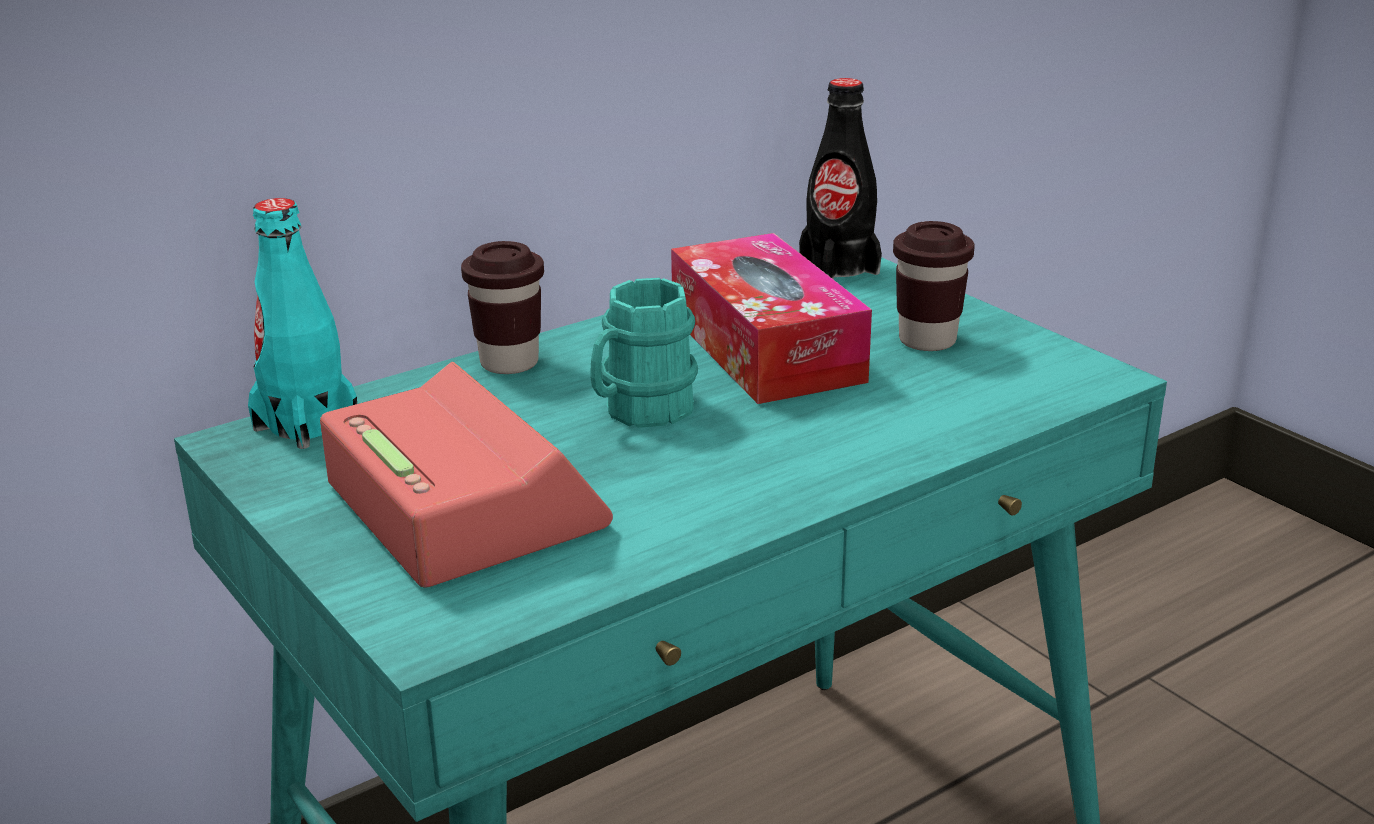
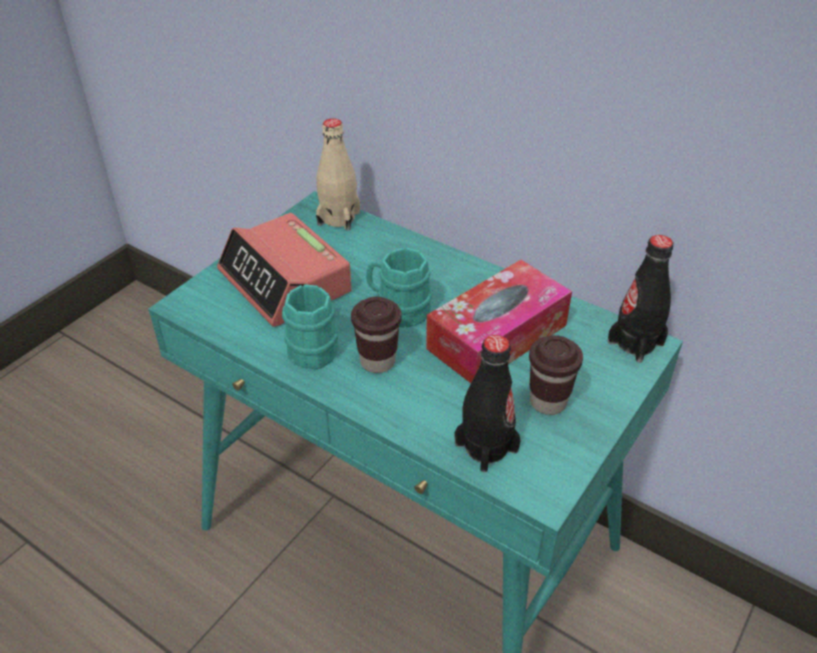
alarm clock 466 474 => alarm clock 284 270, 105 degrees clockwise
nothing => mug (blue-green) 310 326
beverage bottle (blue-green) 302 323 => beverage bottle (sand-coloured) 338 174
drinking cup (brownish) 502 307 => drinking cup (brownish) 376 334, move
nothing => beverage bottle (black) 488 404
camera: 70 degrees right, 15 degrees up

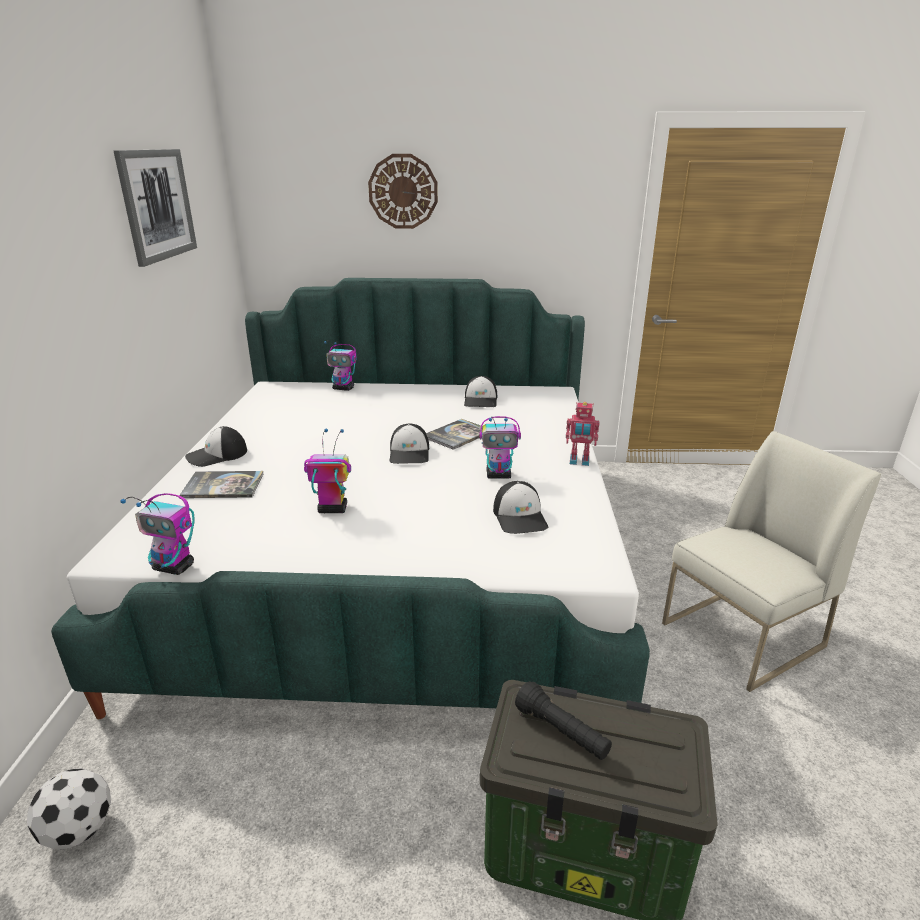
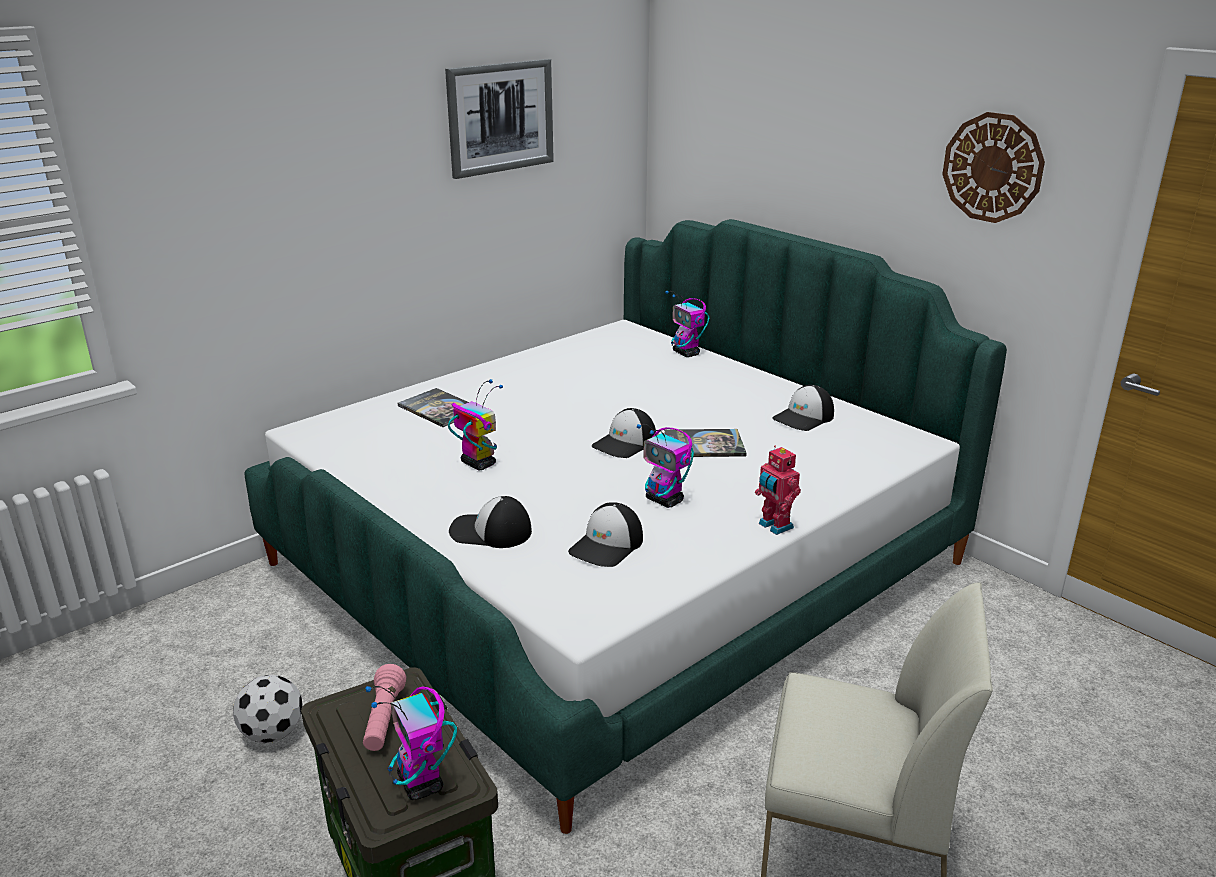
football ball 69 809 => football ball 267 709, move
torch (black) 563 720 => torch (pinkish) 384 707
robot figure 157 534 => robot figure 411 743, move
cap 216 446 => cap 490 522, move
wall clock 403 191 => wall clock 993 167, move
camera: 45 degrees right, 0 degrees up

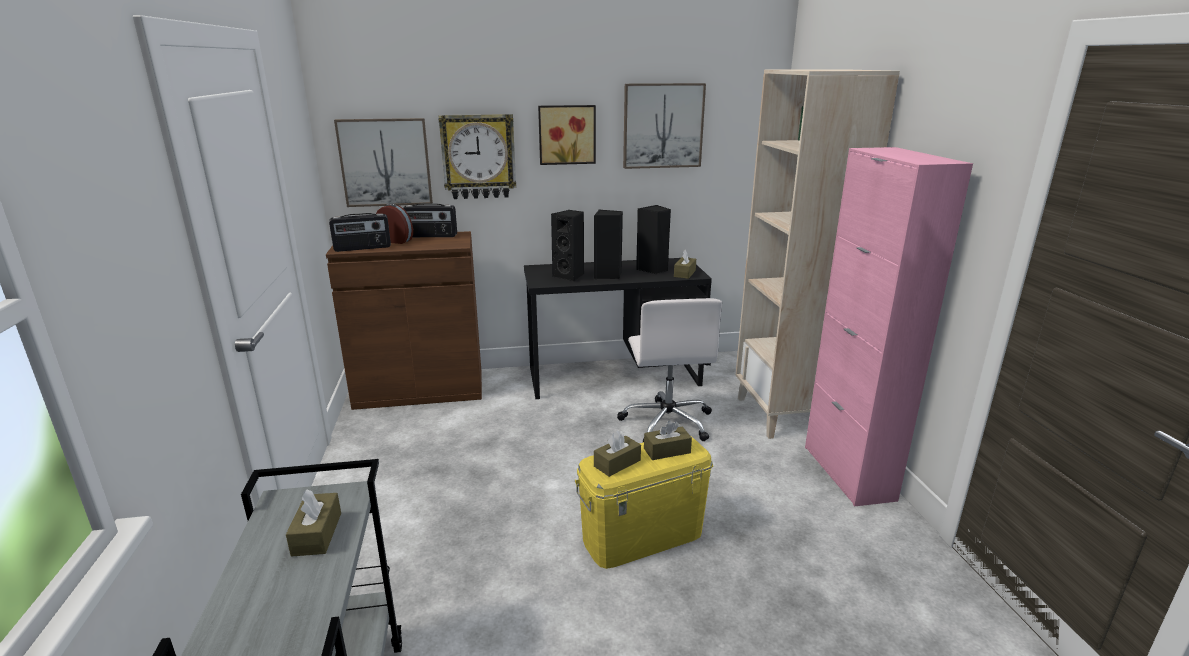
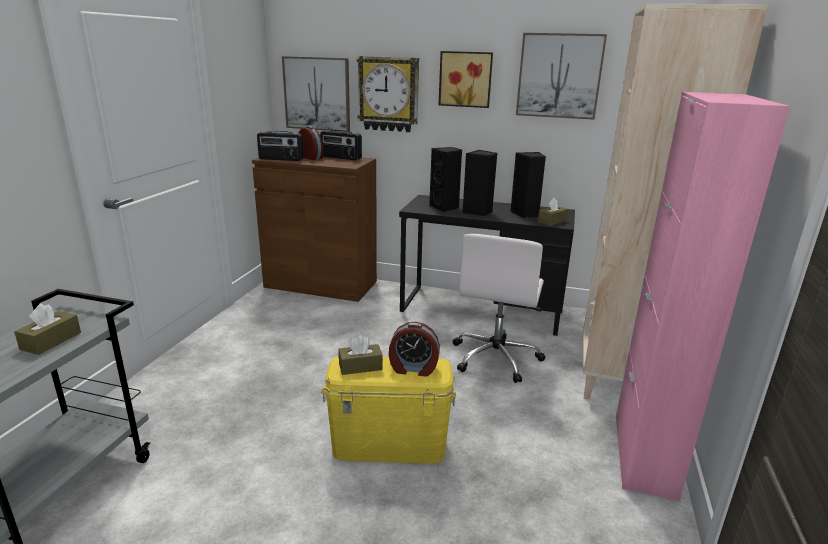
tissue box (brownish) 668 440 => alarm clock 414 349
camera: 25 degrees right, 0 degrees up

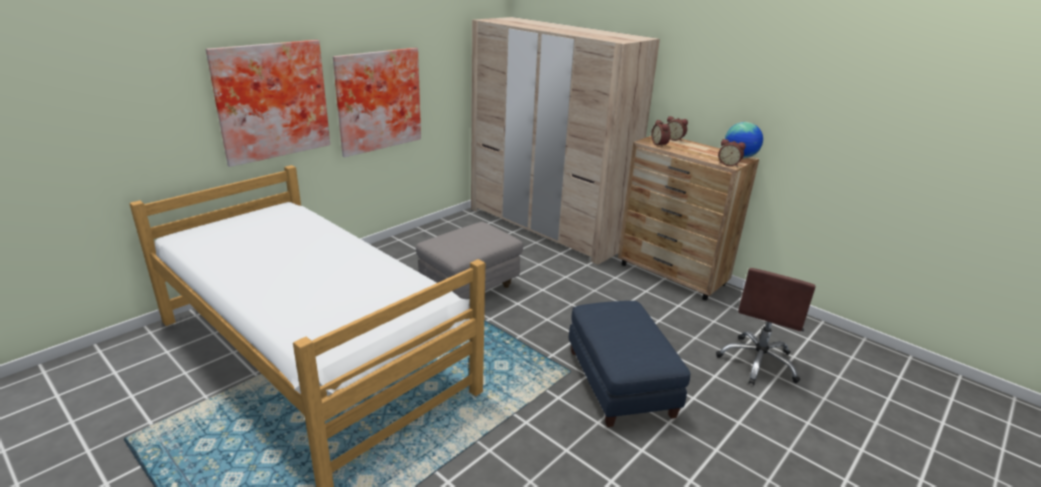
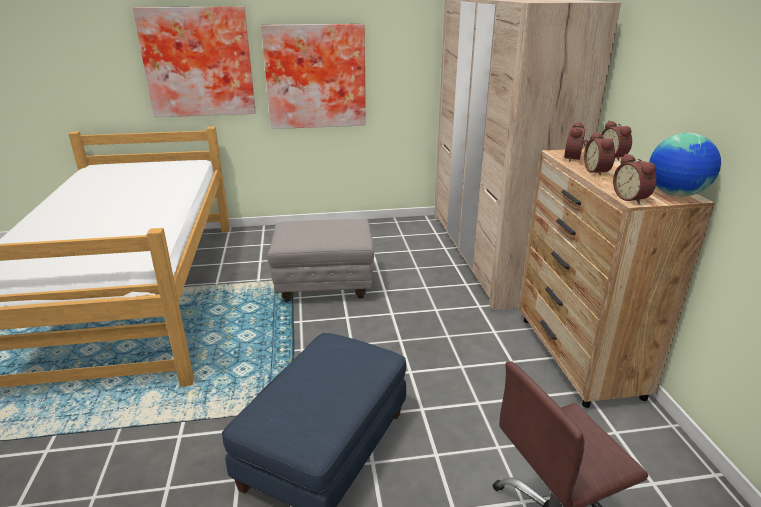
nothing => alarm clock 599 154
camera: 40 degrees right, 0 degrees up

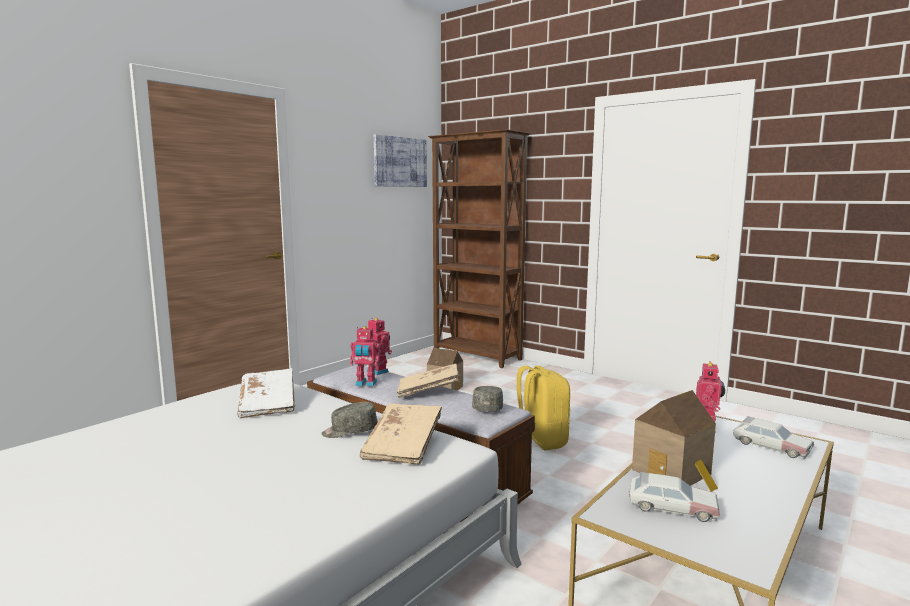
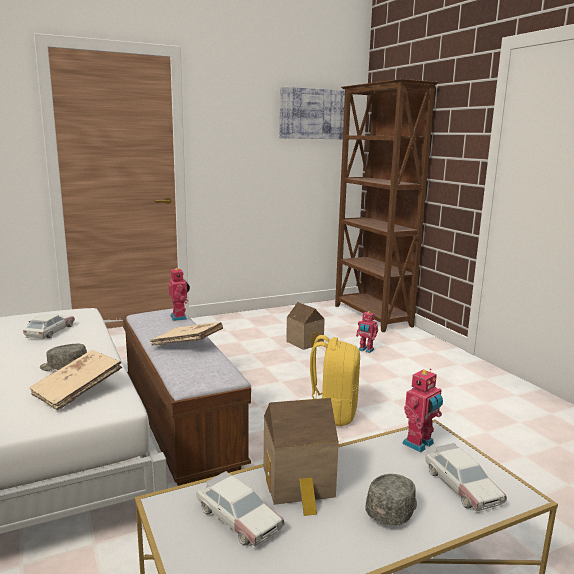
book (white) 266 393 => miniature car 49 326
robot figure 365 356 => robot figure 367 332, move
cap (greyish) 487 399 => cap (greyish) 391 500, move
camera: 25 degrees right, 5 degrees up

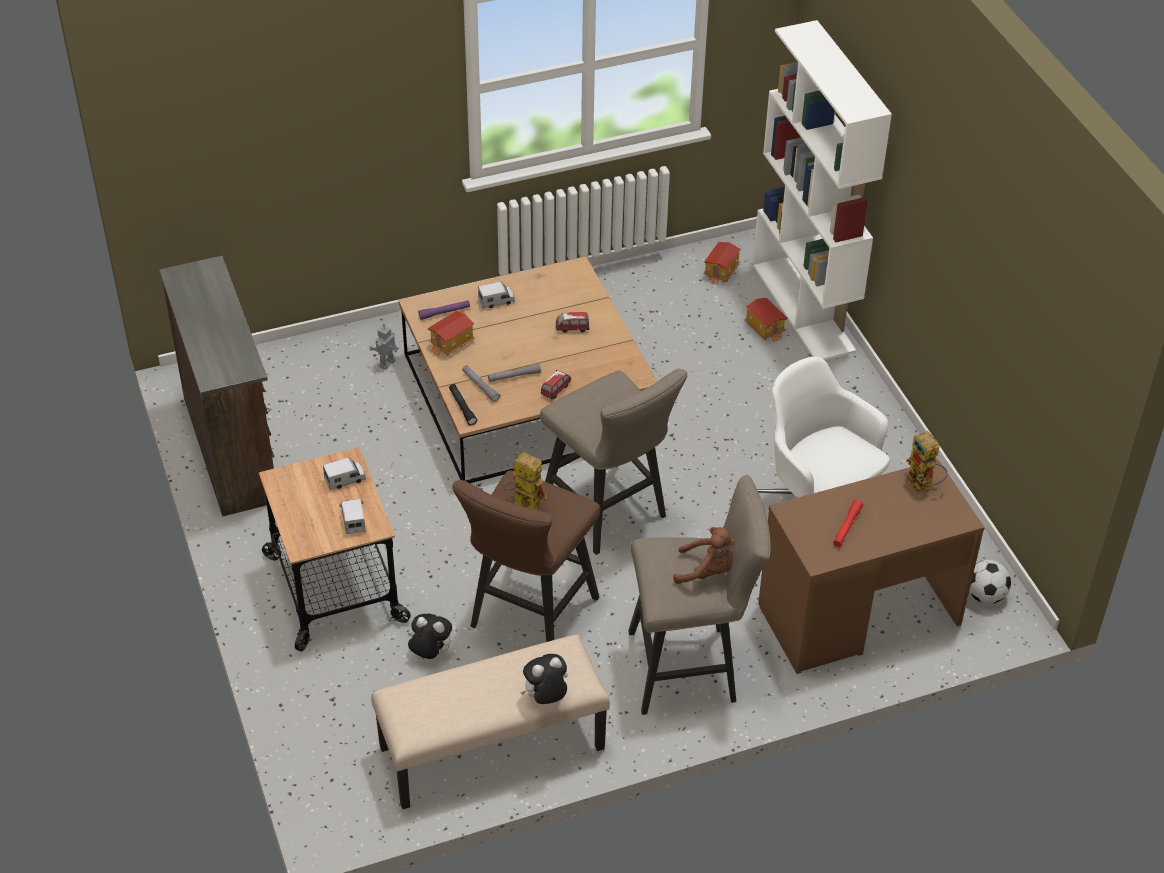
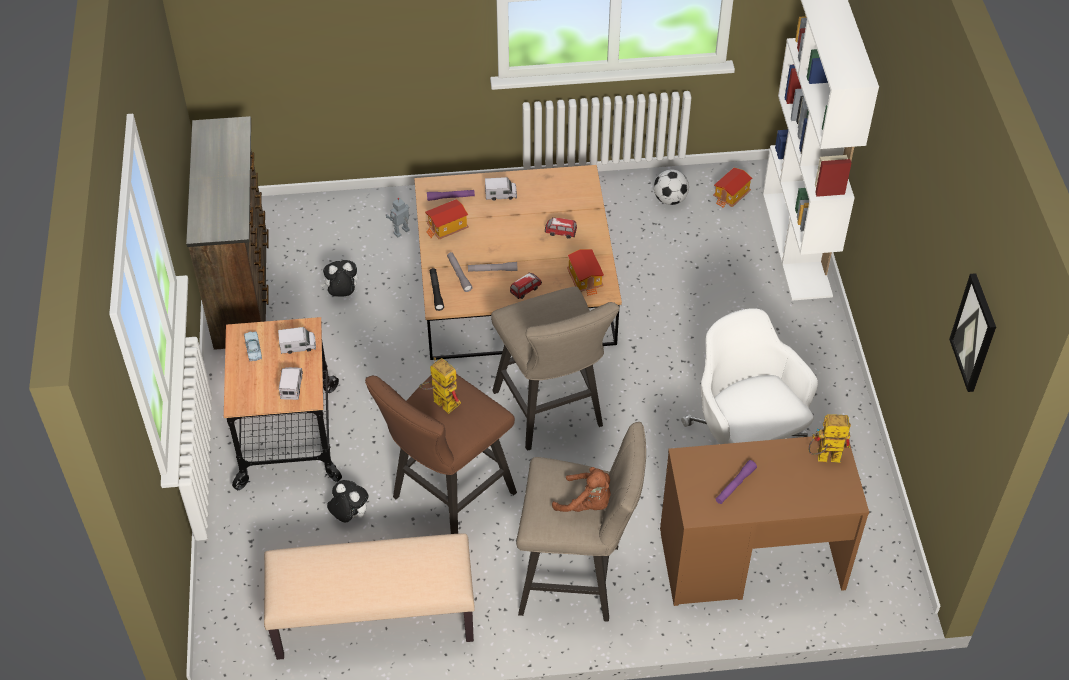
nothing => miniature car (blue-coloured) 253 347
plush toy 544 679 => plush toy 340 278, move
toy house 765 320 => toy house 585 272, move
football ball 990 582 => football ball 671 187, move
torch (red) 848 523 => torch (purplish) 736 482
robot figure 926 462 => robot figure 830 438, 105 degrees clockwise
nothing => wall picture 972 332
camera: 15 degrees right, 5 degrees up

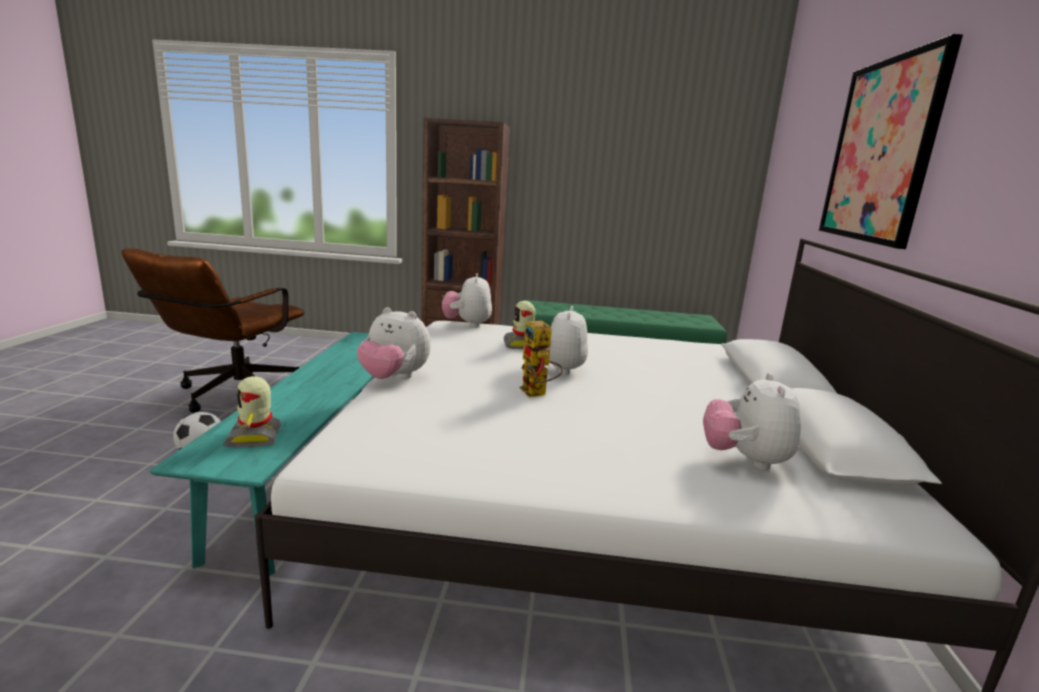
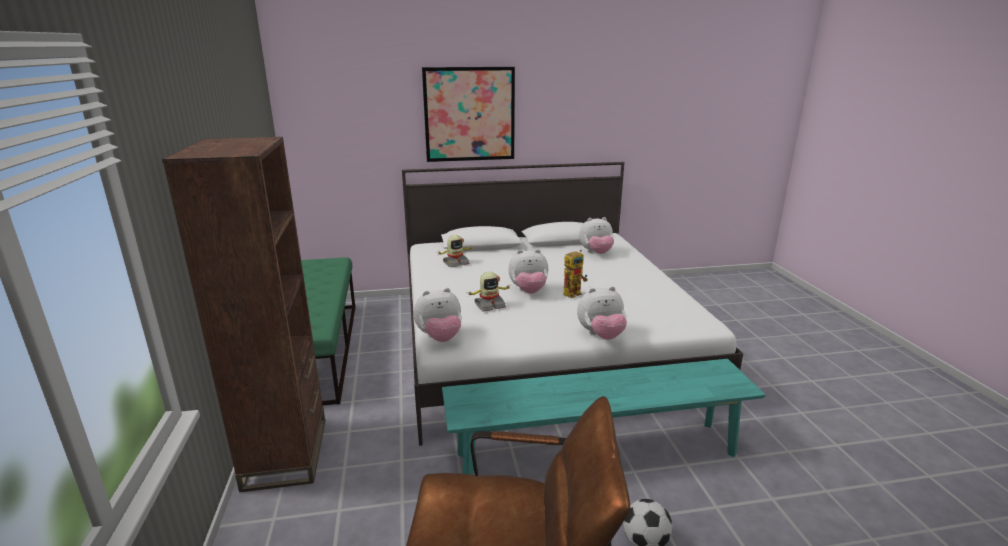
robot figure 252 412 => robot figure 455 251, move
plush toy 394 343 => plush toy 602 313, 75 degrees clockwise
camera: 105 degrees left, 5 degrees up

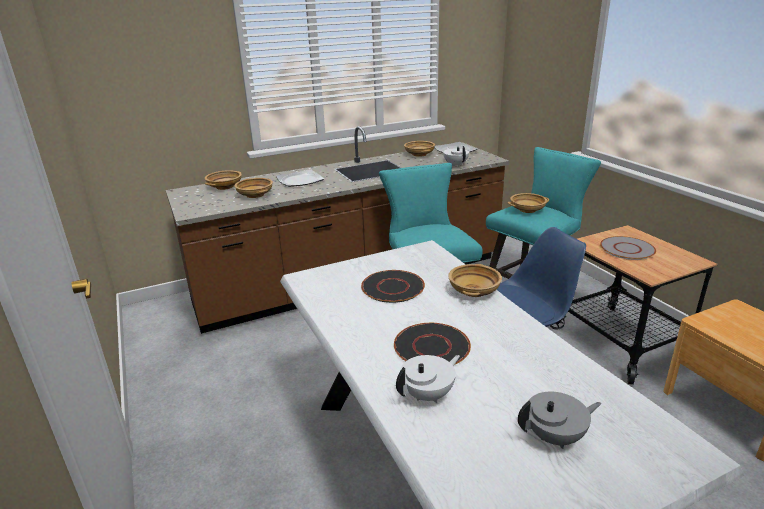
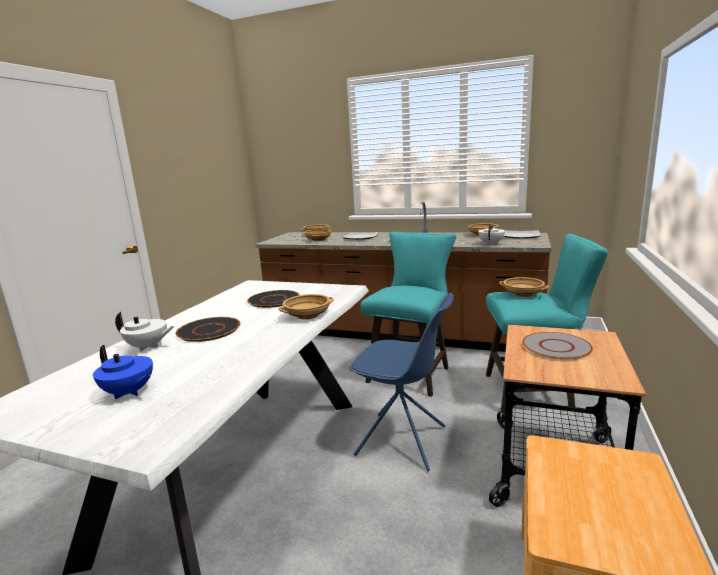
teapot (greyish) 559 420 => teapot (blue-coloured) 123 372
camera: 45 degrees right, 10 degrees down

